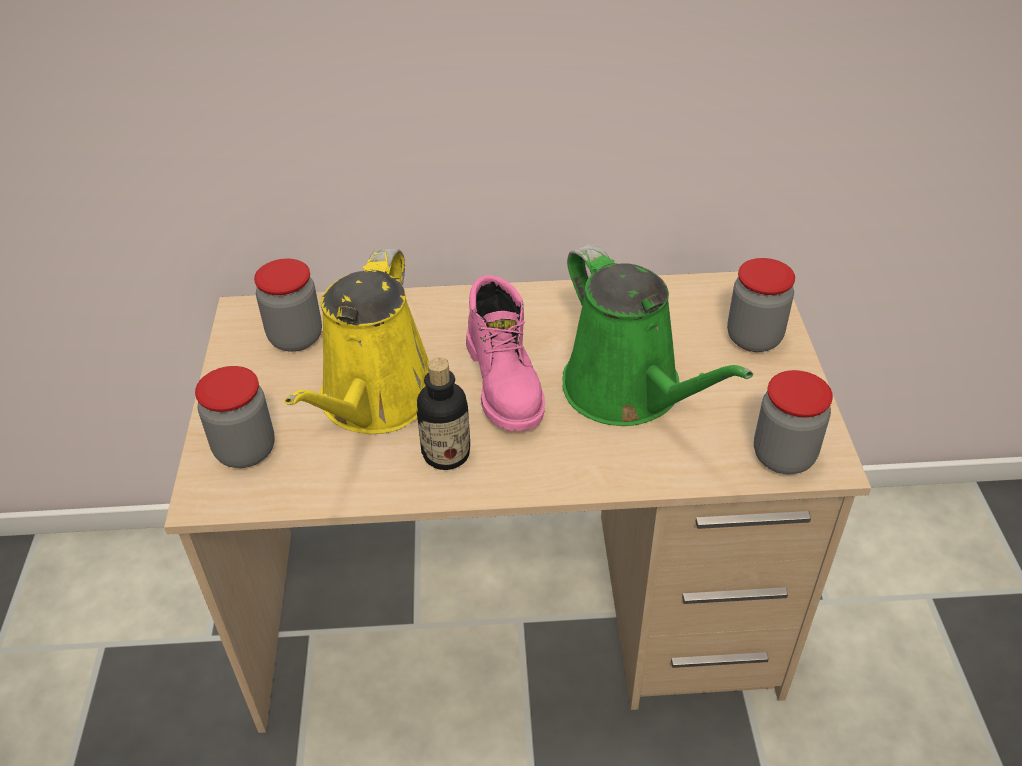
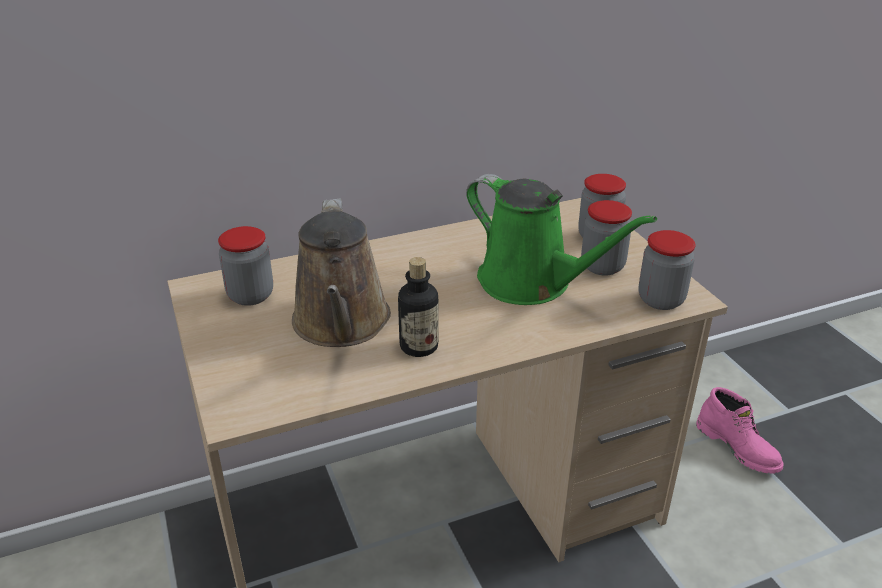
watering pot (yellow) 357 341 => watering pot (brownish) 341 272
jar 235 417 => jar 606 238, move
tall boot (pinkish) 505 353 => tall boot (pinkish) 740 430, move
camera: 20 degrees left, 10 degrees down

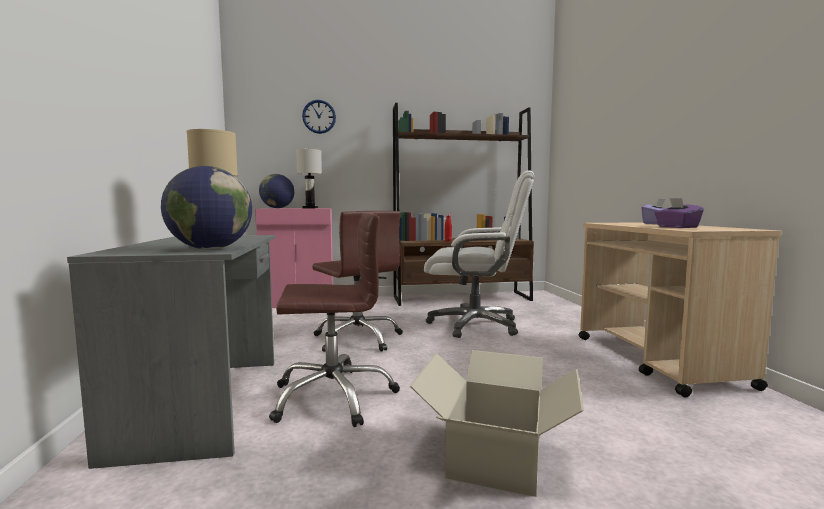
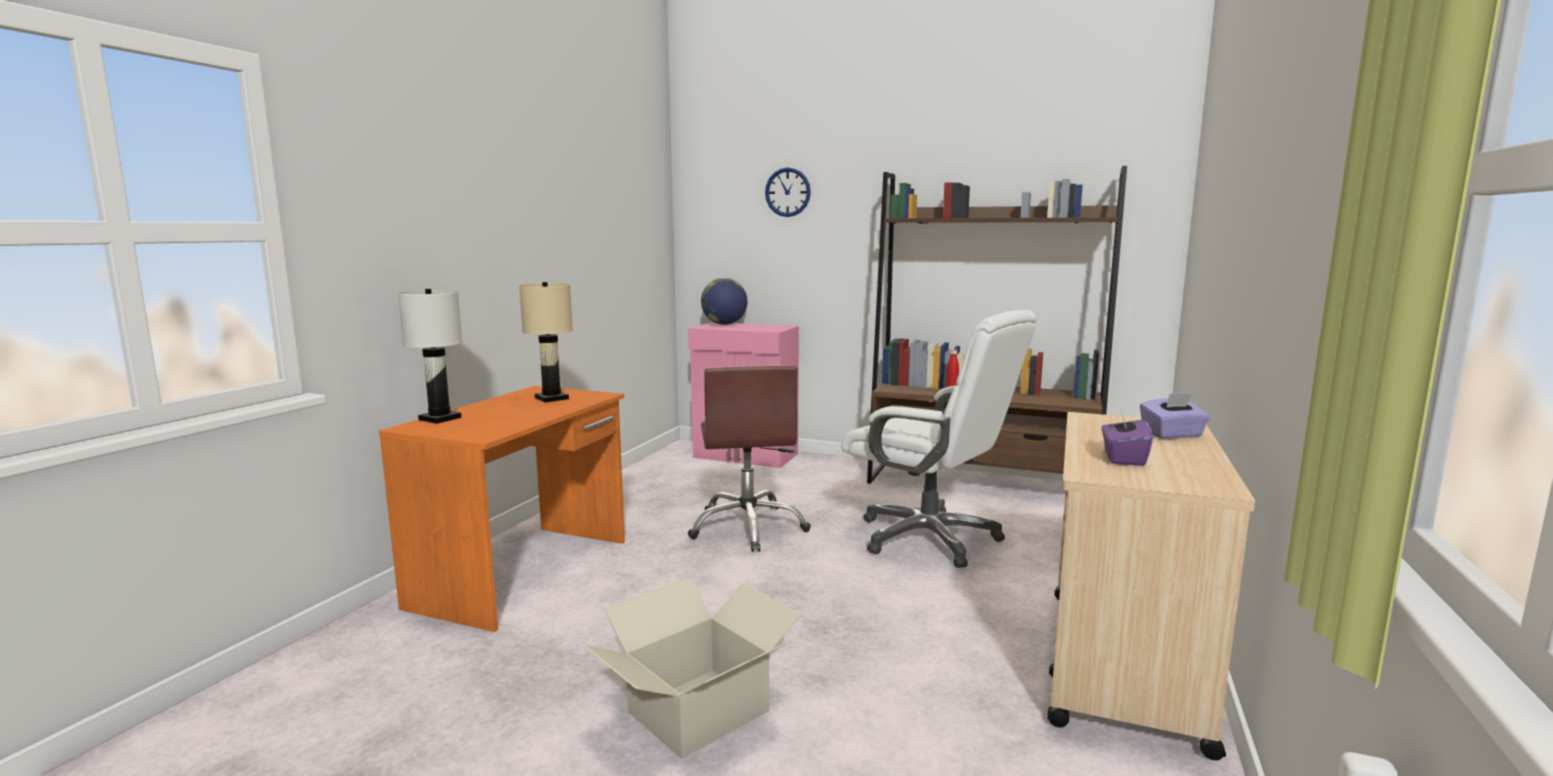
desk (greyish) 171 352 => desk (orange) 502 509
table lamp (white) 309 178 => table lamp (white) 430 356, move
world globe 206 207 => nothing
office chair (brownish) 334 320 => nothing
camera: 30 degrees right, 5 degrees up

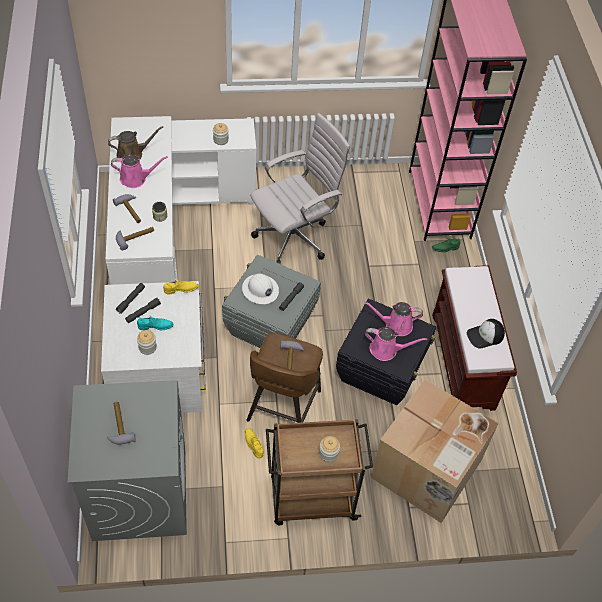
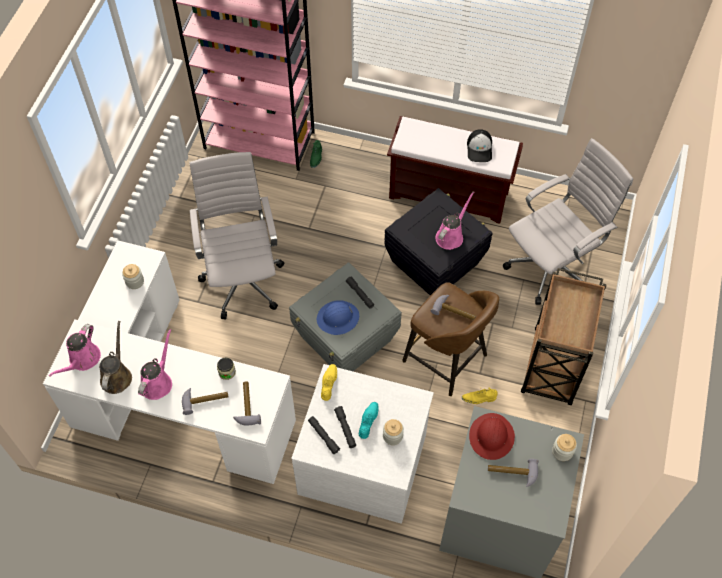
watering pot (pinkish) 393 319 => watering pot (pinkish) 75 350, move
hard hat (white) 260 289 => hard hat (blue-coloured) 338 317
nothing => hard hat (red) 492 436
cardboard box 435 451 => office chair (white) 568 221
jar 329 449 => jar 564 447, move
camera: 65 degrees left, 5 degrees up

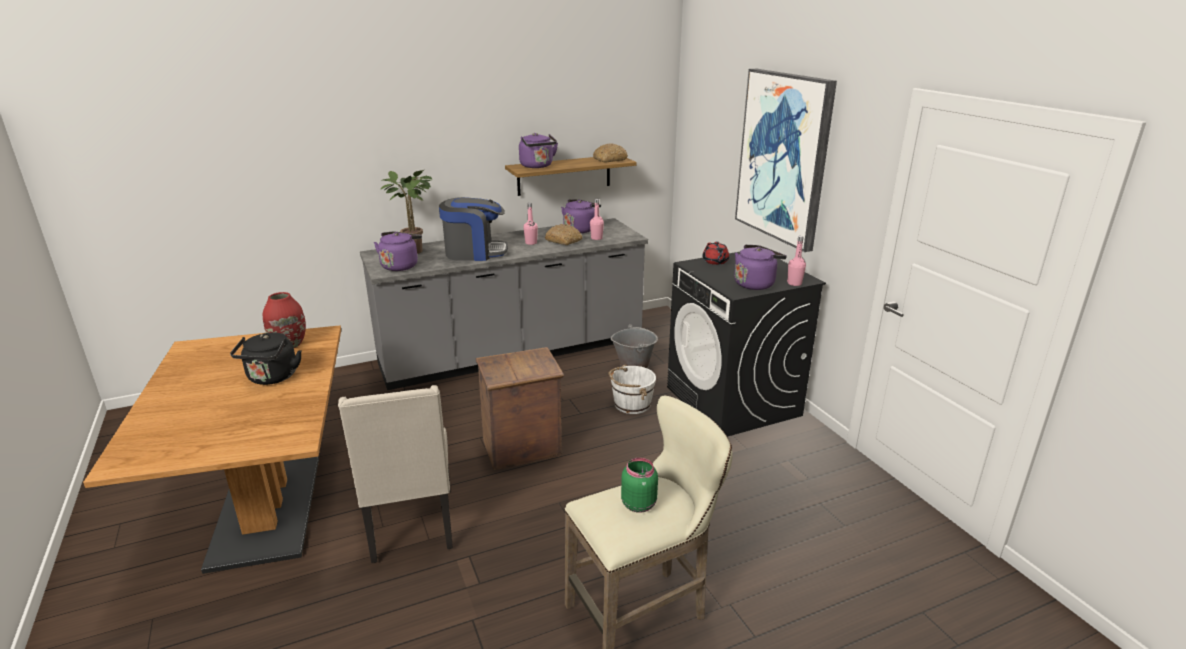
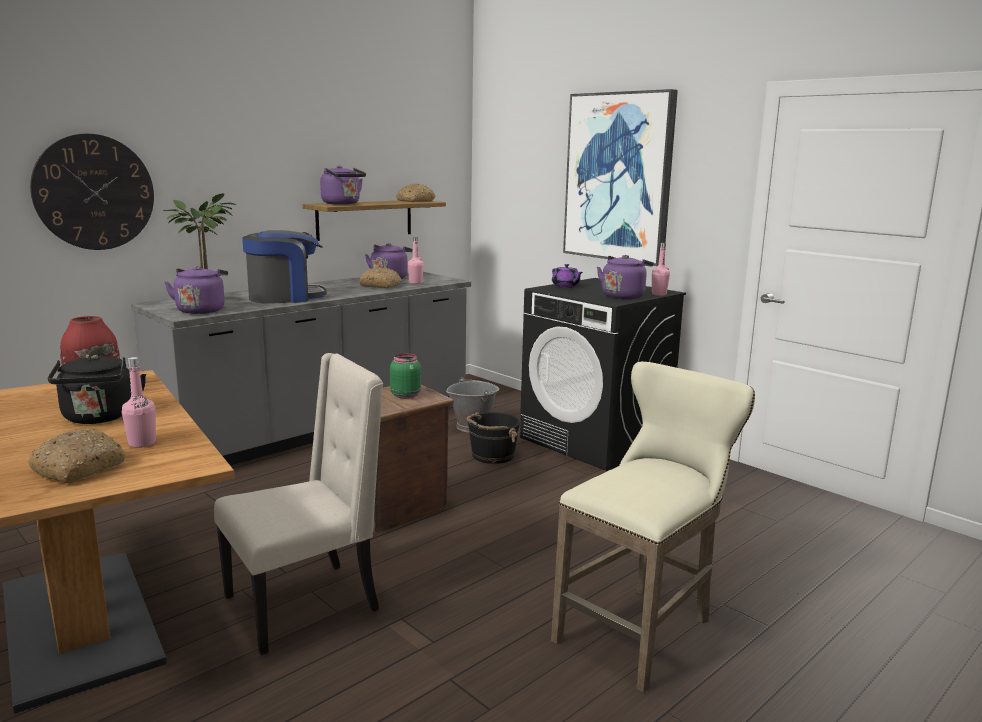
nothing => bakery bread 77 456
nothing => wall clock 92 192
beverage bottle (pinkish) 530 224 => beverage bottle (pinkish) 139 402, move
plain chair (sand-coloured) 395 474 => plain chair (sand-coloured) 298 504, 90 degrees counterclockwise
jar (green-coloured) 639 485 => jar (green-coloured) 405 376, move
pail (white) 632 389 => pail (black) 493 438
teapot (red) 715 253 => teapot (purplish) 567 276
camera: 20 degrees left, 10 degrees down

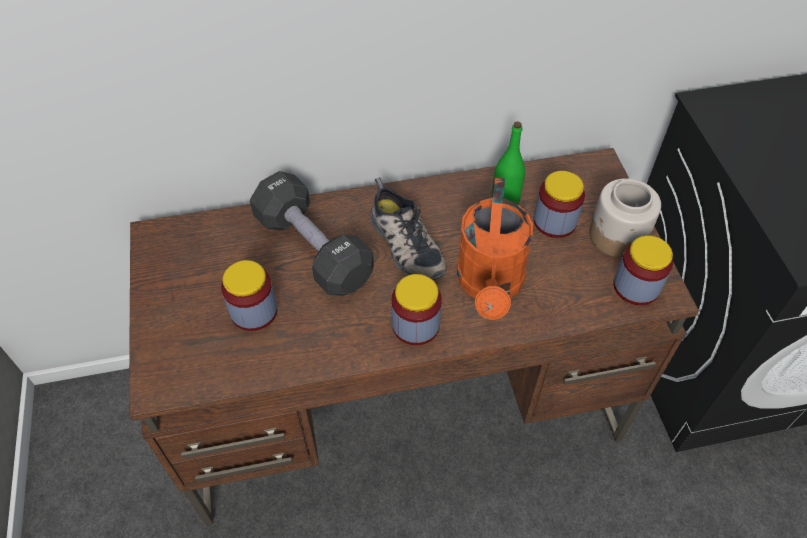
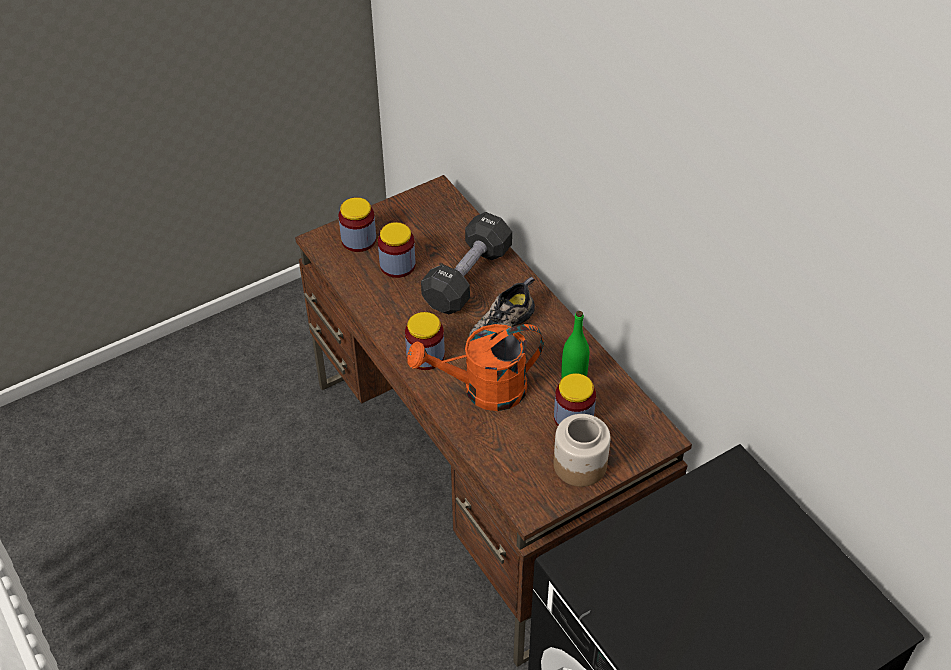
jar 643 270 => jar 357 224, move
camera: 70 degrees right, 5 degrees down

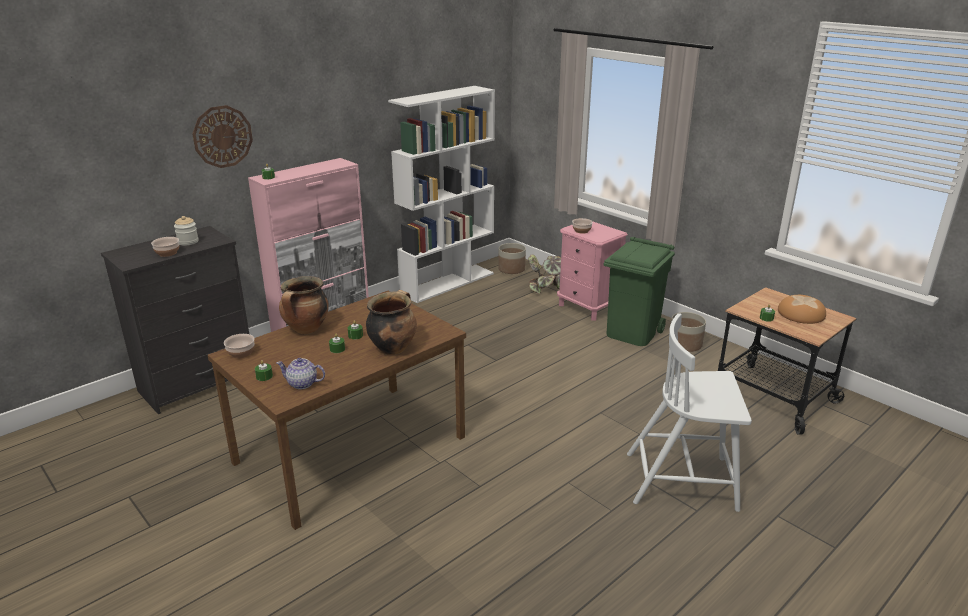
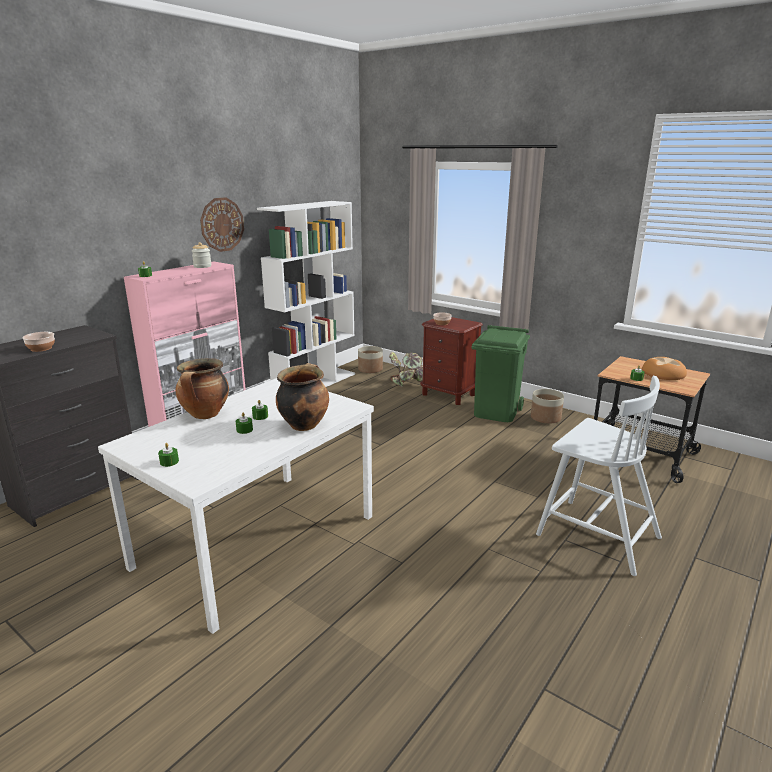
dinner table (brownish) 337 410 => dinner table (white) 236 506
jar 186 231 => jar 202 255, move
wall clock 222 136 => wall clock 222 224, move
nightstand (pinkish) 592 271 => nightstand (brownish) 451 361
plain chair (white) 689 412 => plain chair (white) 599 476, 135 degrees counterclockwise
bowl 239 346 => nothing
teapot 300 373 => nothing
camera: 10 degrees left, 5 degrees down

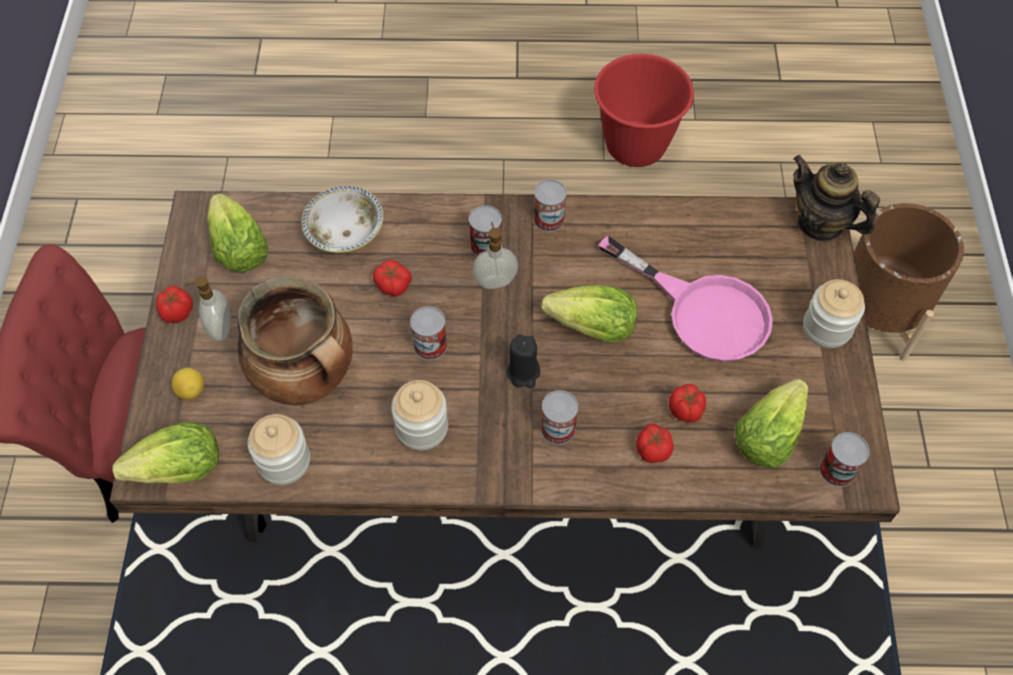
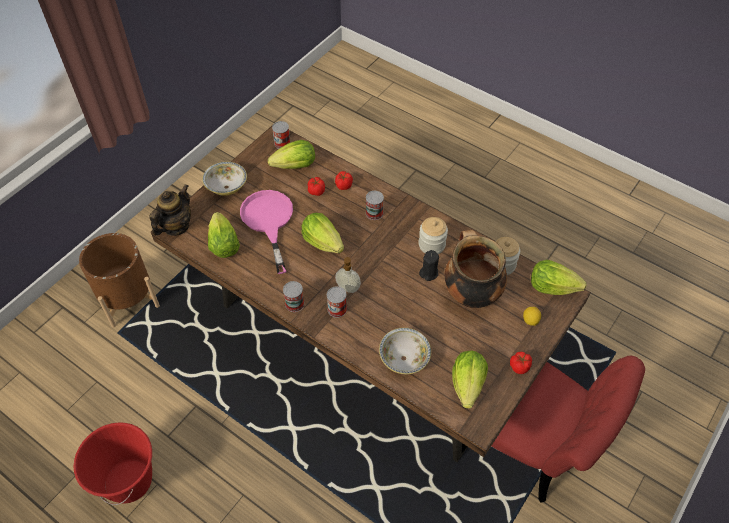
teapot 836 198 => teapot 170 210, 135 degrees counterclockwise
jar 834 313 => bowl 224 179
nothing => lettuce 224 235
candle (black) 523 361 => candle (black) 429 265, move
soap dispenser 207 308 => nothing
whole tomato 392 278 => nothing
sealed can 428 333 => nothing
camera: 145 degrees left, 5 degrees down

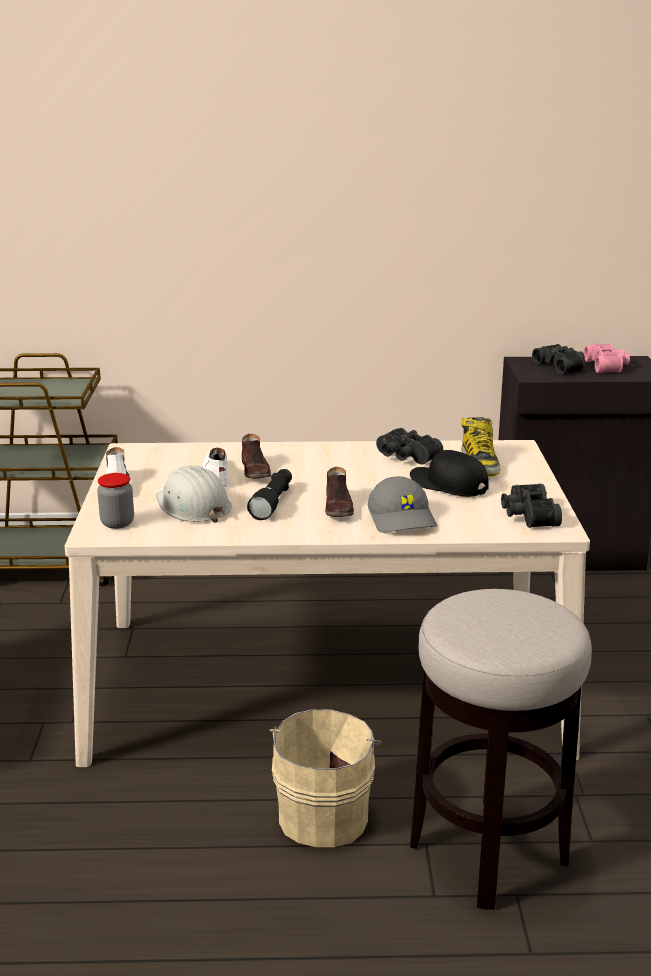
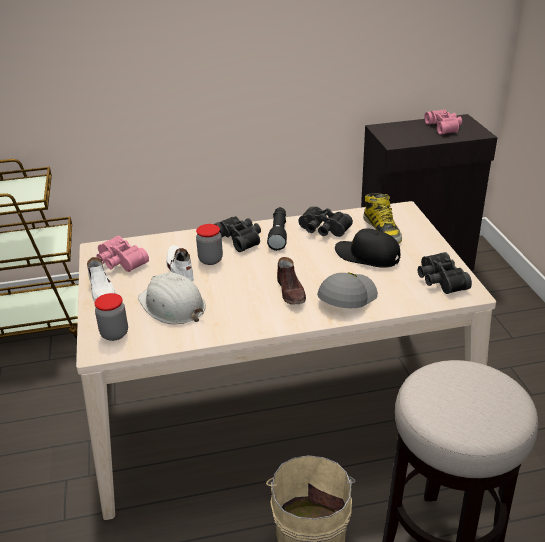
nothing => field glasses (pinkish) 122 254
shoe (brownish) 256 456 => jar 209 244
field glasses (black) 558 359 => field glasses (black) 237 234, move
torch (black) 269 494 => torch (black) 277 229, move
cap (greyish) 403 504 => cap (greyish) 347 290, 120 degrees counterclockwise
camera: 10 degrees left, 10 degrees up

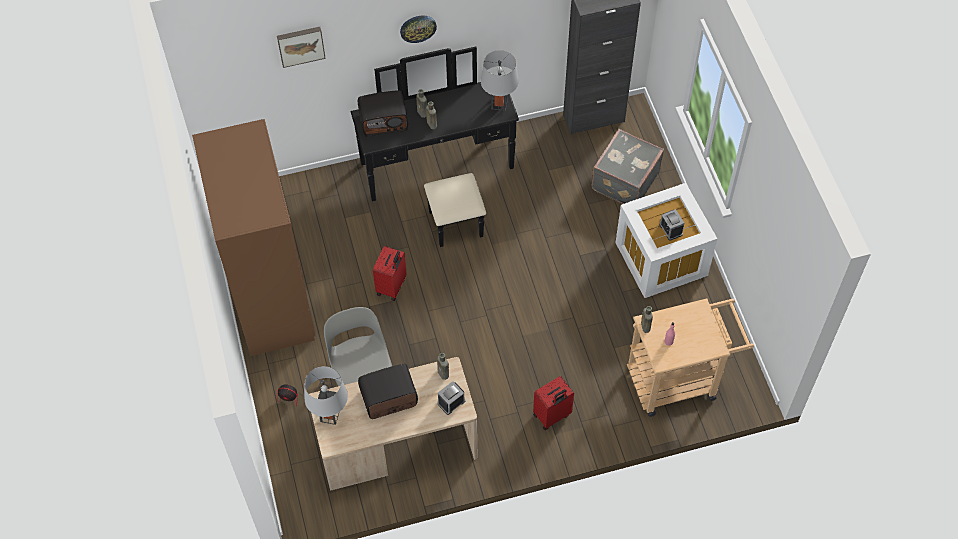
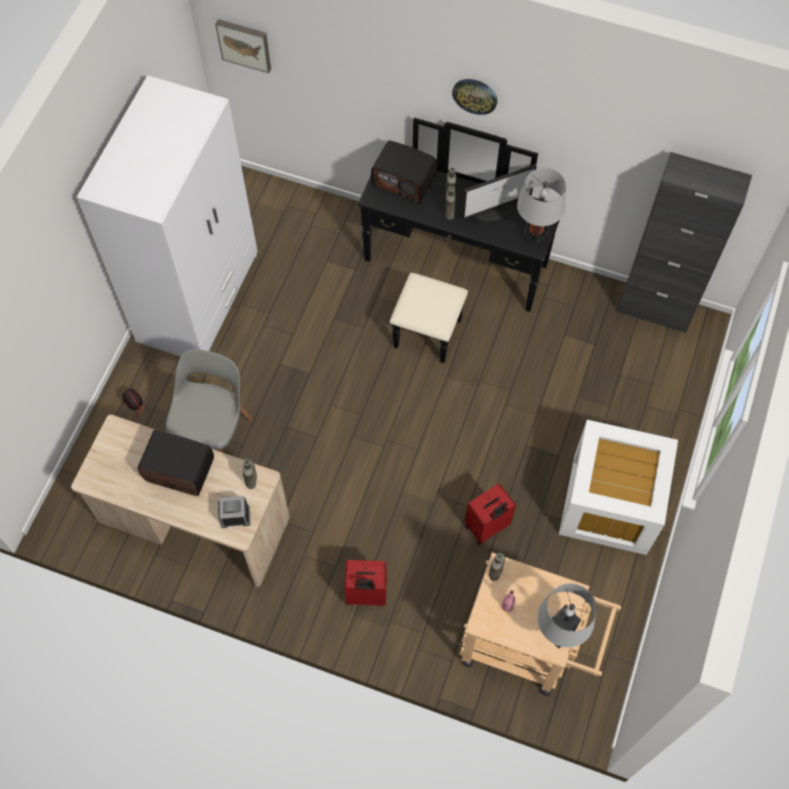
armoire (brownish) 253 237 => armoire (white) 167 216
wall picture 301 47 => wall picture 243 46, move
nothing => monitor 499 193
suitcase (red) 390 273 => suitcase (red) 490 514, move
table lamp (greyish) 326 395 => table lamp (greyish) 567 615, move
suitcase (greyish) 628 166 => nothing
alarm clock 672 225 => nothing
camera: 35 degrees right, 5 degrees up

